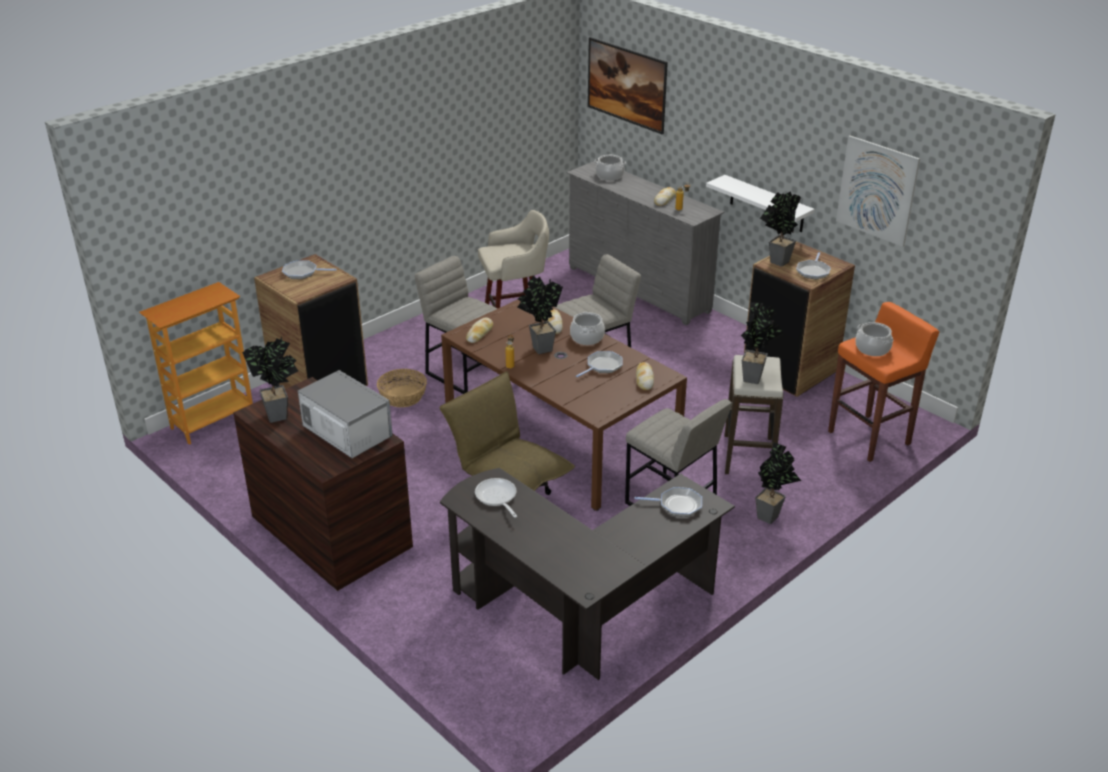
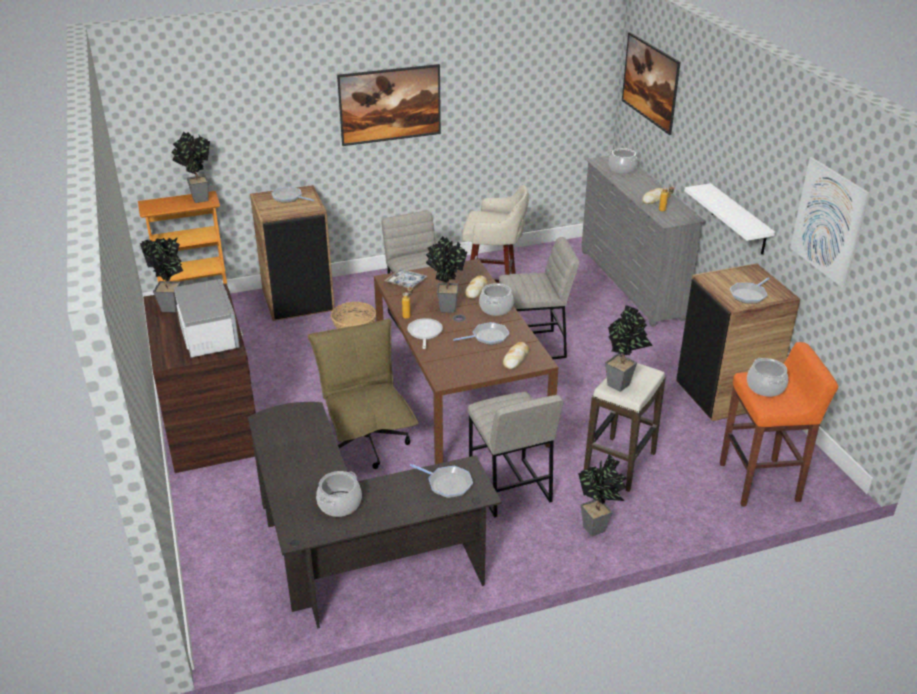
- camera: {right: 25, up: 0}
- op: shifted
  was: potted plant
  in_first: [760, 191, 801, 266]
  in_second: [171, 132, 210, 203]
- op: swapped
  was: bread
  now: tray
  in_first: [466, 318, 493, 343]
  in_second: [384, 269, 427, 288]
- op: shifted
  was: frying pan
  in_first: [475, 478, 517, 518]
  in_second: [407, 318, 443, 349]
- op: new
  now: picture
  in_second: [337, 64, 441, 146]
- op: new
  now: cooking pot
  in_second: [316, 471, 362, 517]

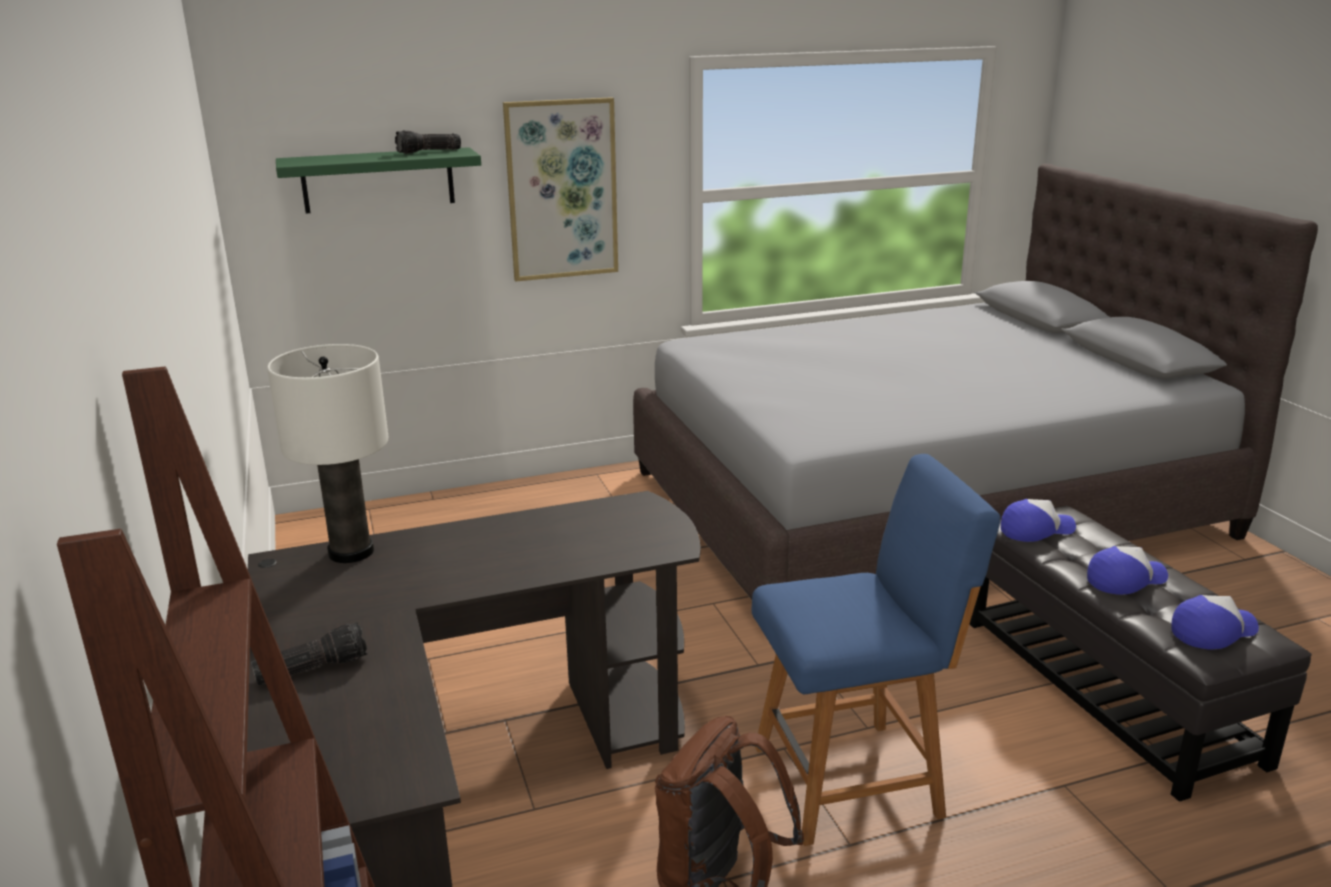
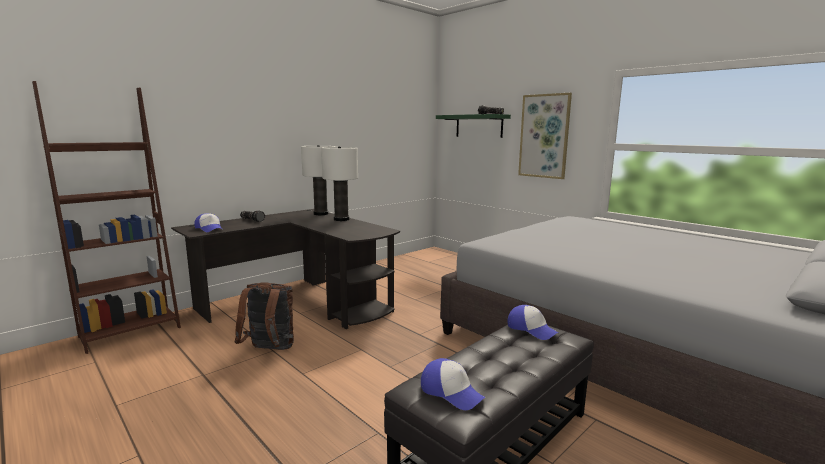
- camera: {right: 65, up: -10}
- op: gone
  was: chair (blue)
  in_first: [751, 454, 1000, 846]
- op: shifted
  was: cap
  in_first: [1087, 546, 1168, 595]
  in_second: [194, 213, 222, 232]
- op: new
  now: table lamp (white)
  in_second: [321, 146, 358, 221]

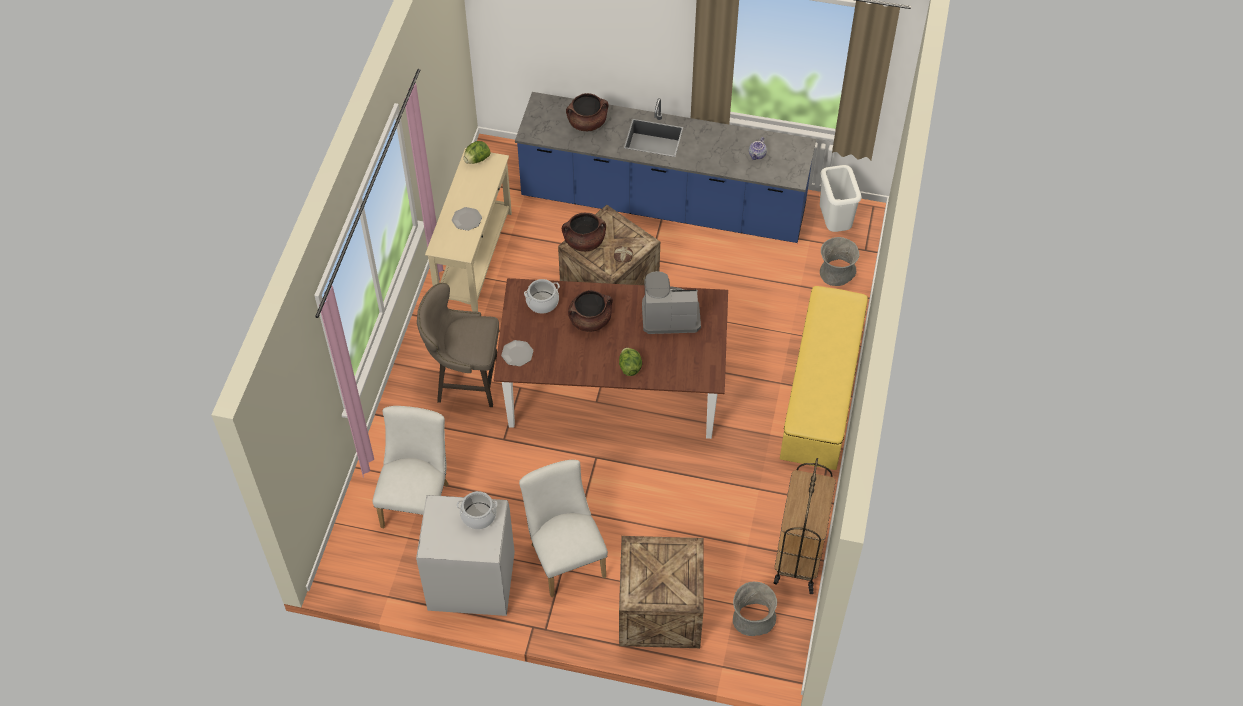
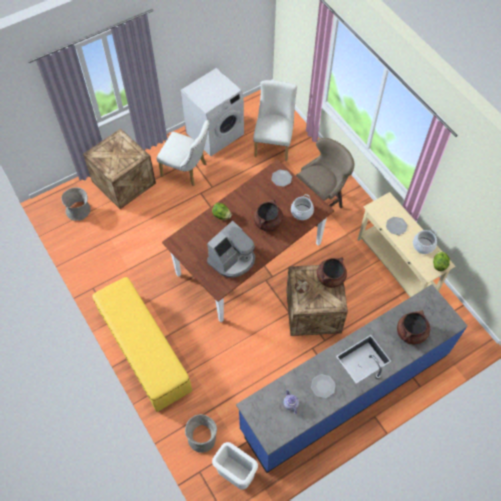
- camera: {right: 135, up: 5}
- op: rotated
  was: chair (white)
  in_first: [373, 406, 449, 528]
  in_second: [253, 80, 297, 161]
  clockwise: -135
- op: gone
  was: cart (brown)
  in_first: [774, 458, 836, 594]
- op: shifted
  was: cooking pot
  in_first: [457, 491, 497, 529]
  in_second: [413, 229, 437, 254]
- op: new
  now: plate
  in_second: [311, 374, 336, 398]

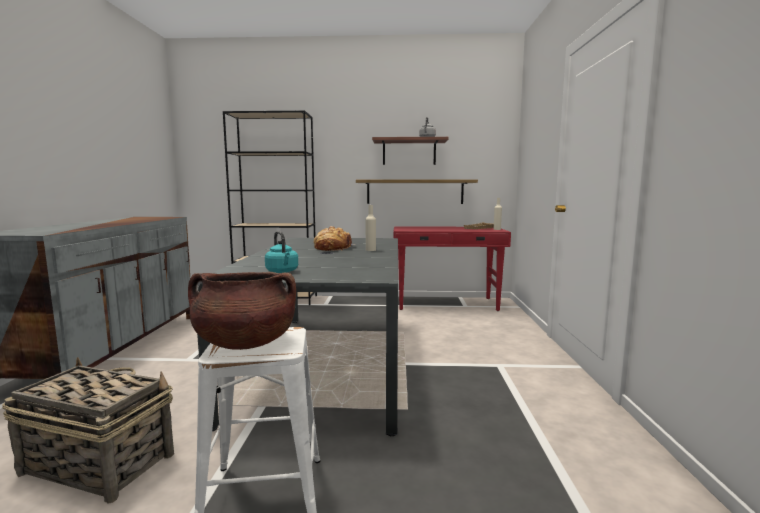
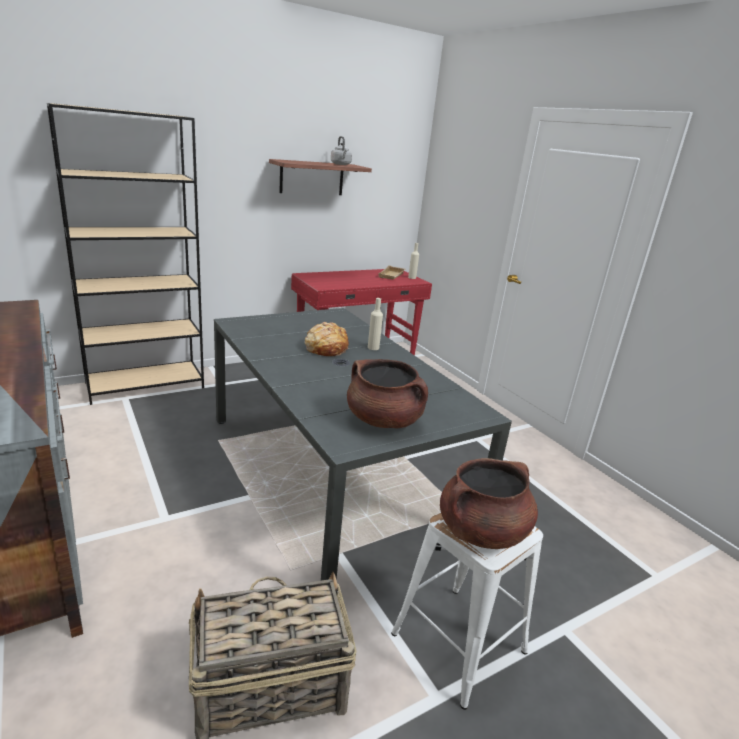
- camera: {right: -35, up: 15}
- op: gone
  was: shelf
  in_first: [356, 179, 478, 204]
- op: swapped
  was: kettle (turquoise)
  now: cooking pot (brown)
  in_first: [265, 231, 298, 273]
  in_second: [347, 359, 428, 429]

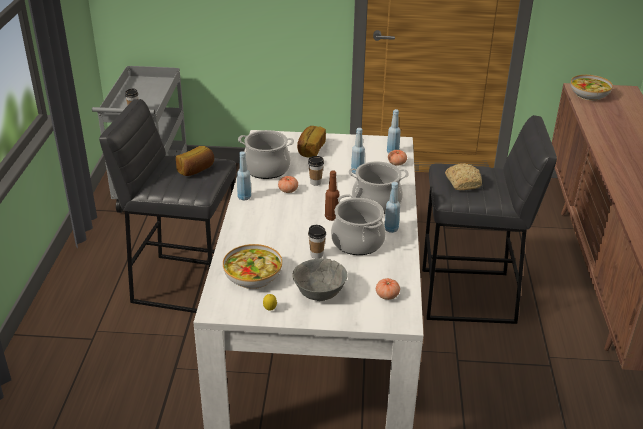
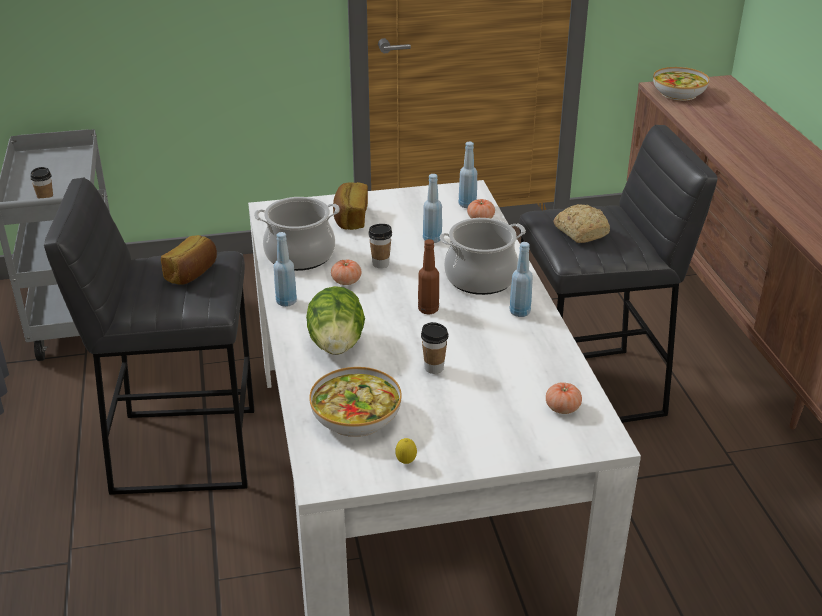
- camera: {right: -15, up: 0}
- op: gone
  was: cooking pot
  in_first: [331, 194, 386, 255]
- op: gone
  was: bowl (grey)
  in_first: [292, 258, 347, 301]
- op: new
  now: lettuce
  in_second: [306, 286, 365, 355]

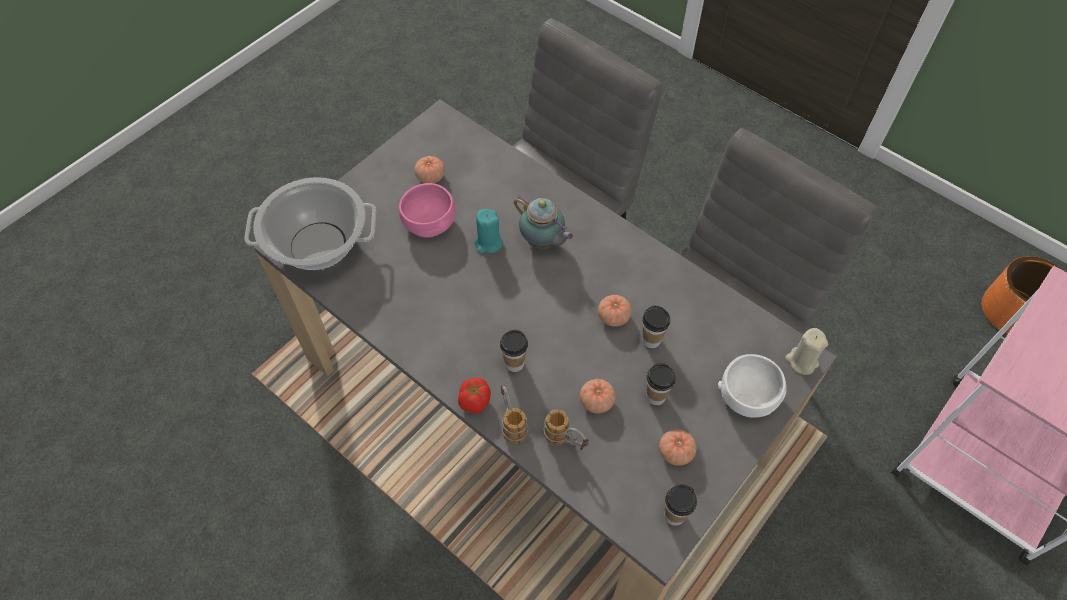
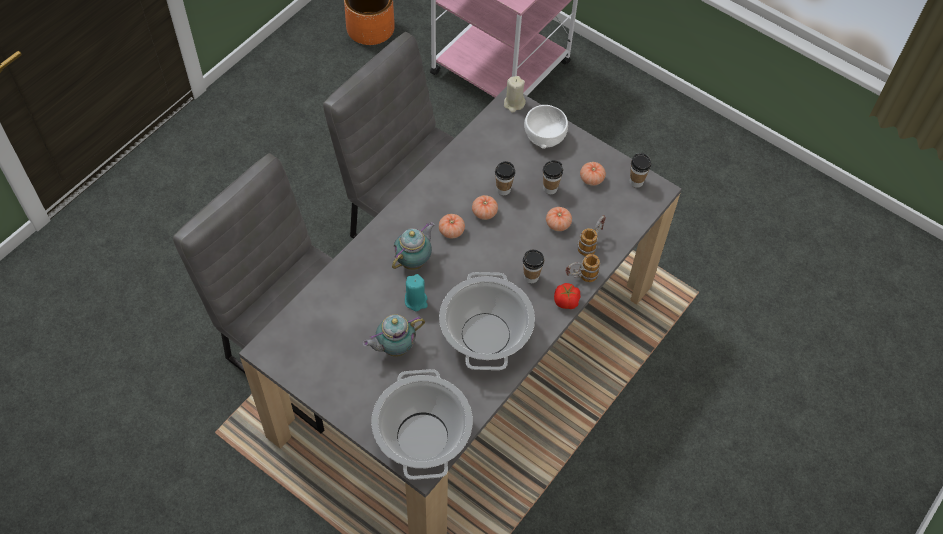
- camera: {right: -95, up: 0}
- op: shifted
  was: tomato
  in_first: [414, 156, 445, 183]
  in_second: [439, 214, 465, 239]
- op: swapped
  was: bowl (pink)
  now: teapot
  in_first: [399, 183, 456, 238]
  in_second: [362, 314, 425, 357]
- op: new
  now: cooking pot
  in_second: [439, 272, 535, 370]

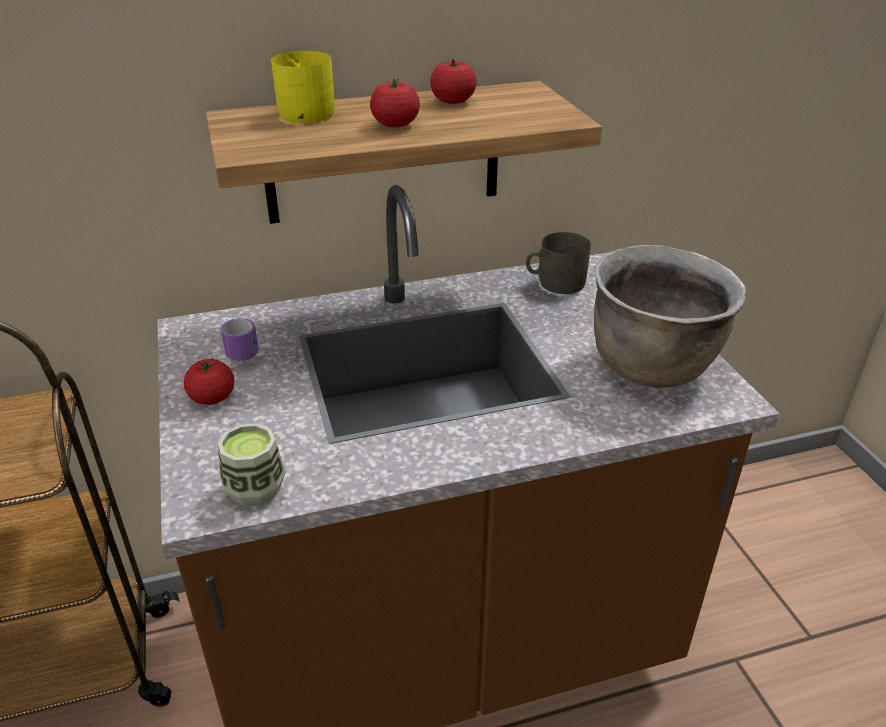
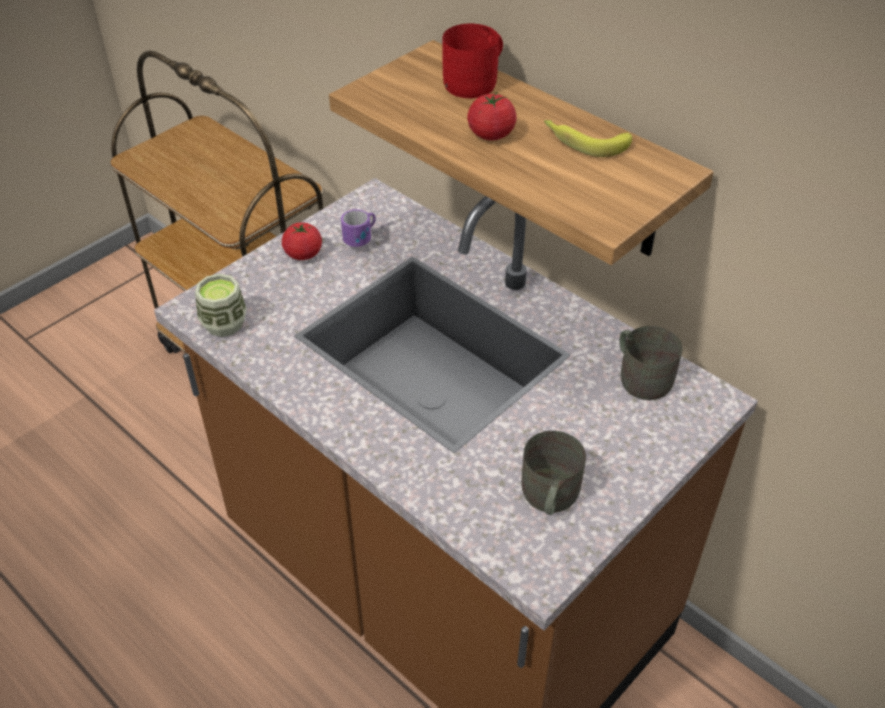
- camera: {right: 60, up: 10}
- op: repainted
  was: mug (yellow)
  now: mug (red)
  in_first: [271, 51, 334, 124]
  in_second: [442, 23, 503, 98]
- op: swapped
  was: tomato
  now: banana
  in_first: [430, 59, 477, 104]
  in_second: [544, 120, 632, 157]
- op: swapped
  was: cooking pot (brown)
  now: mug (grey)
  in_first: [594, 245, 746, 388]
  in_second: [521, 431, 586, 515]

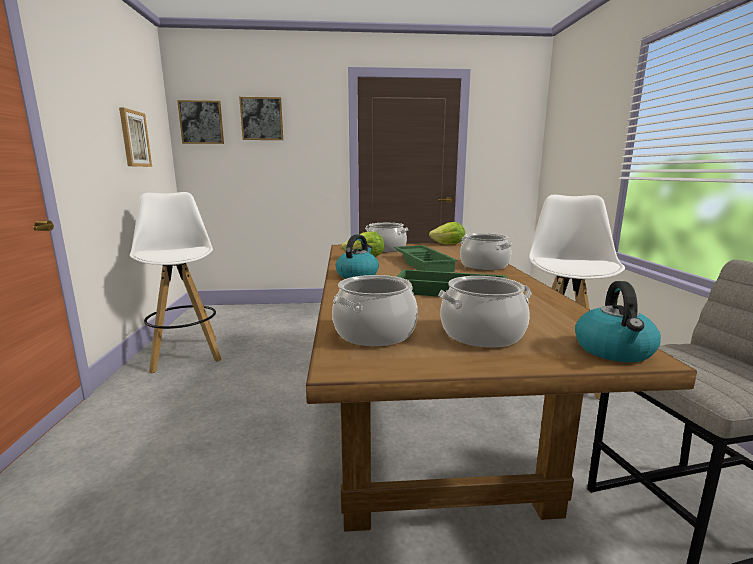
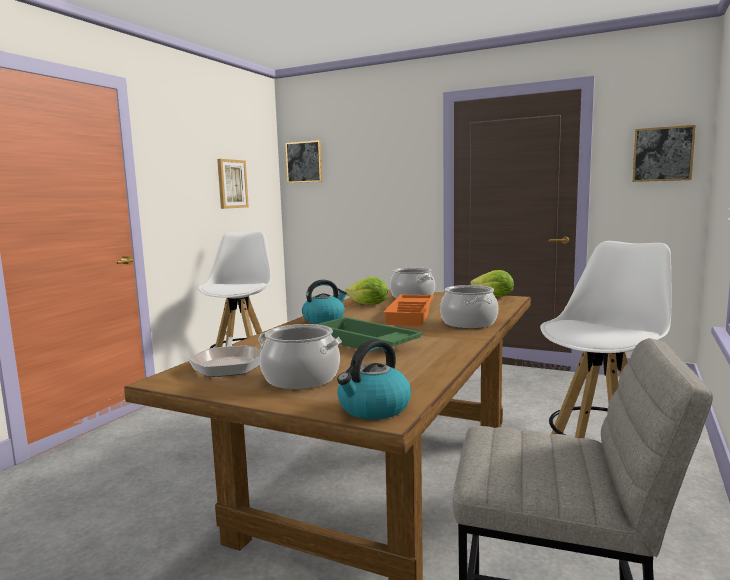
- camera: {right: 30, up: -5}
- op: shifted
  was: picture
  in_first: [239, 97, 283, 140]
  in_second: [632, 125, 696, 182]
- op: repainted
  was: tray (green)
  now: tray (orange)
  in_first: [394, 245, 458, 272]
  in_second: [383, 295, 434, 326]
- op: swapped
  was: cooking pot
  now: frying pan
  in_first: [332, 275, 418, 346]
  in_second: [188, 337, 261, 377]

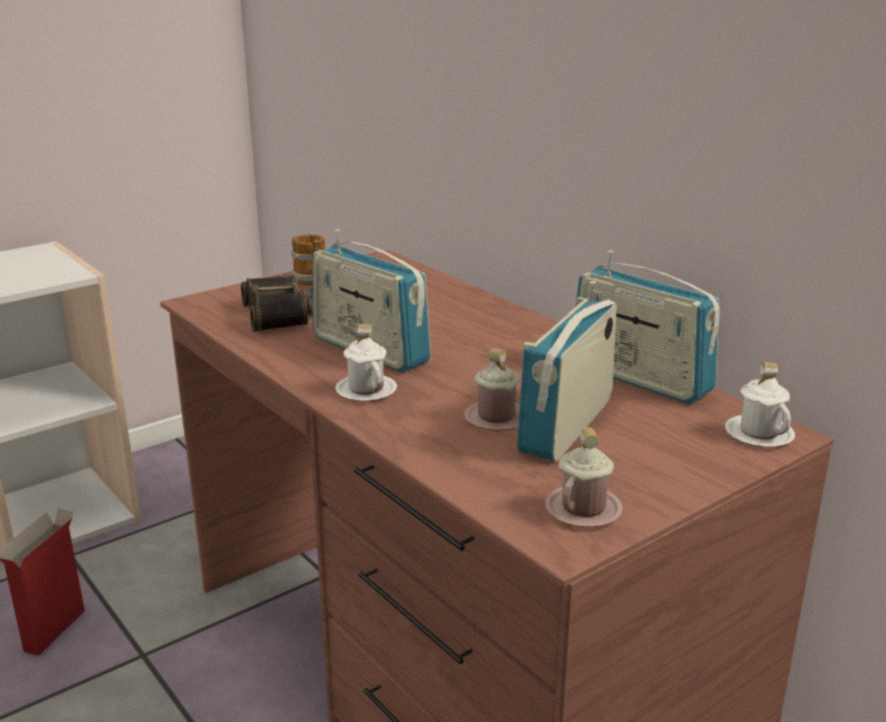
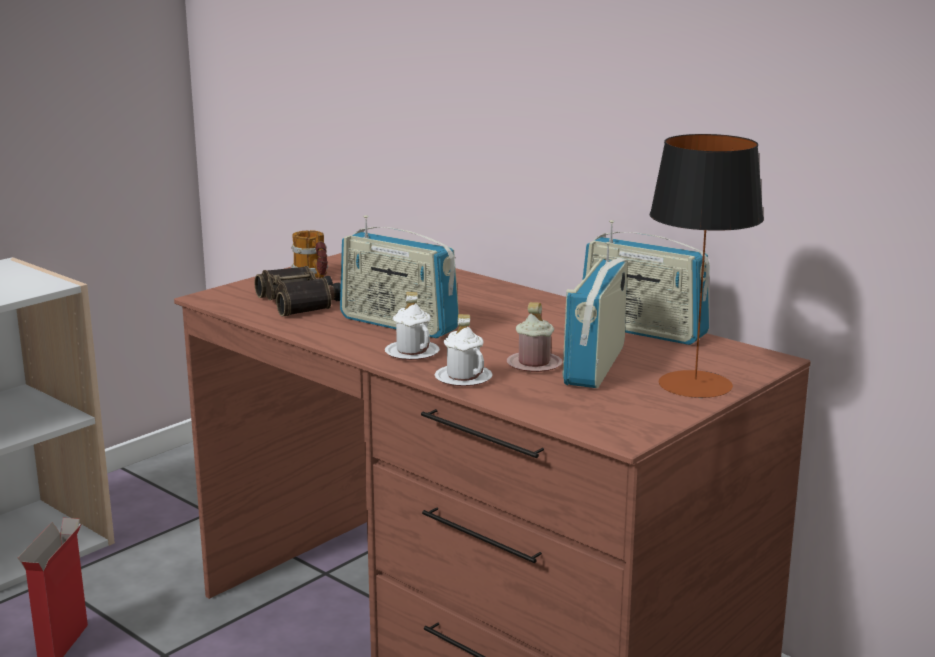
- camera: {right: -10, up: -5}
- op: shifted
  was: mug (white)
  in_first: [725, 362, 795, 447]
  in_second: [434, 314, 493, 386]
- op: gone
  was: mug (pink)
  in_first: [545, 427, 623, 527]
- op: new
  now: table lamp
  in_second: [650, 134, 764, 399]

